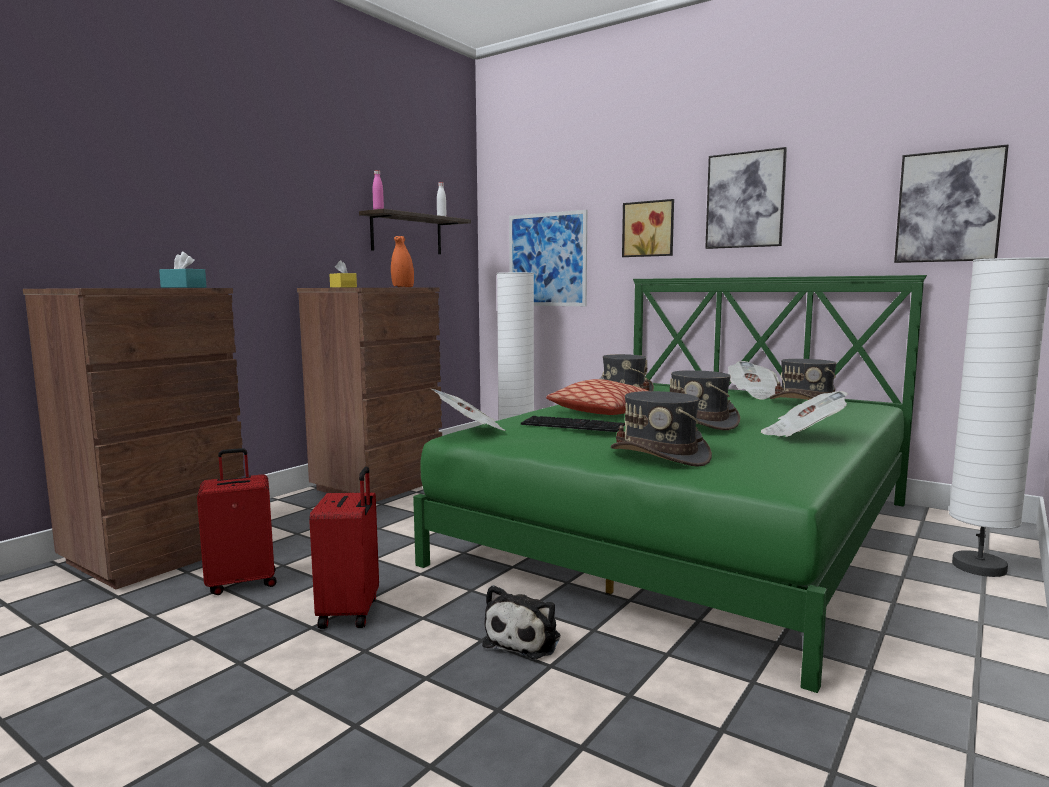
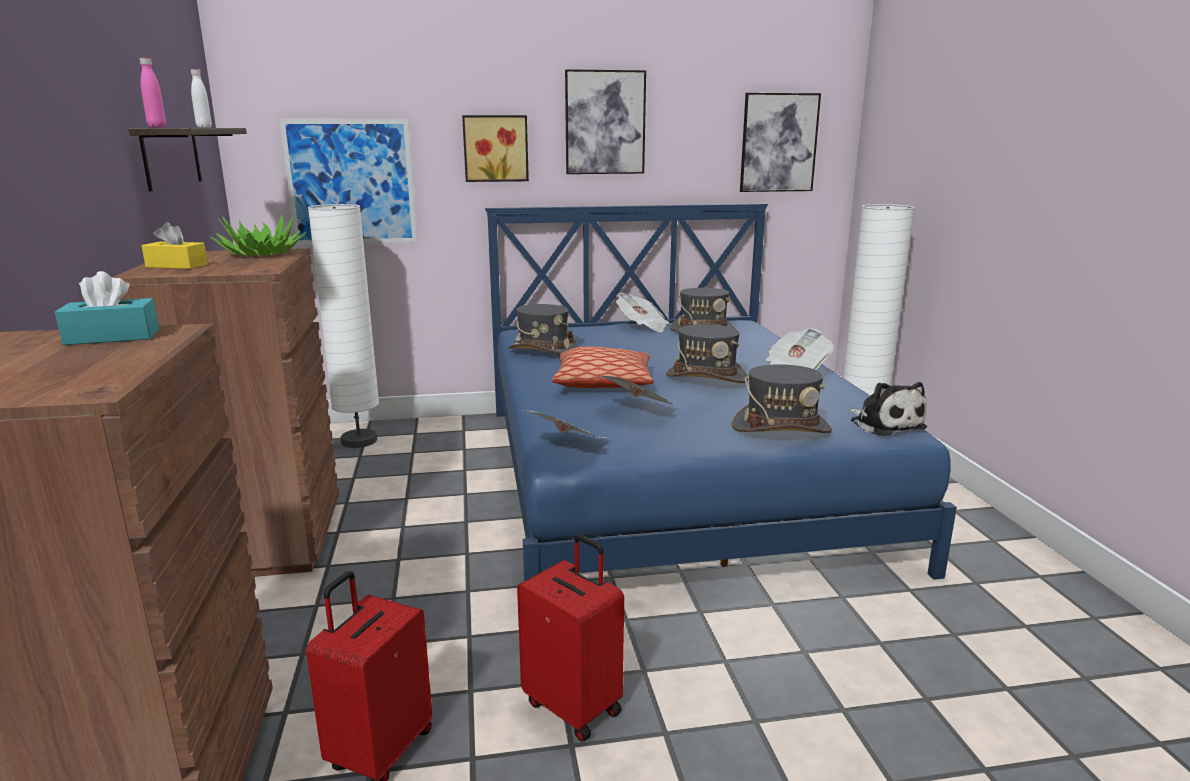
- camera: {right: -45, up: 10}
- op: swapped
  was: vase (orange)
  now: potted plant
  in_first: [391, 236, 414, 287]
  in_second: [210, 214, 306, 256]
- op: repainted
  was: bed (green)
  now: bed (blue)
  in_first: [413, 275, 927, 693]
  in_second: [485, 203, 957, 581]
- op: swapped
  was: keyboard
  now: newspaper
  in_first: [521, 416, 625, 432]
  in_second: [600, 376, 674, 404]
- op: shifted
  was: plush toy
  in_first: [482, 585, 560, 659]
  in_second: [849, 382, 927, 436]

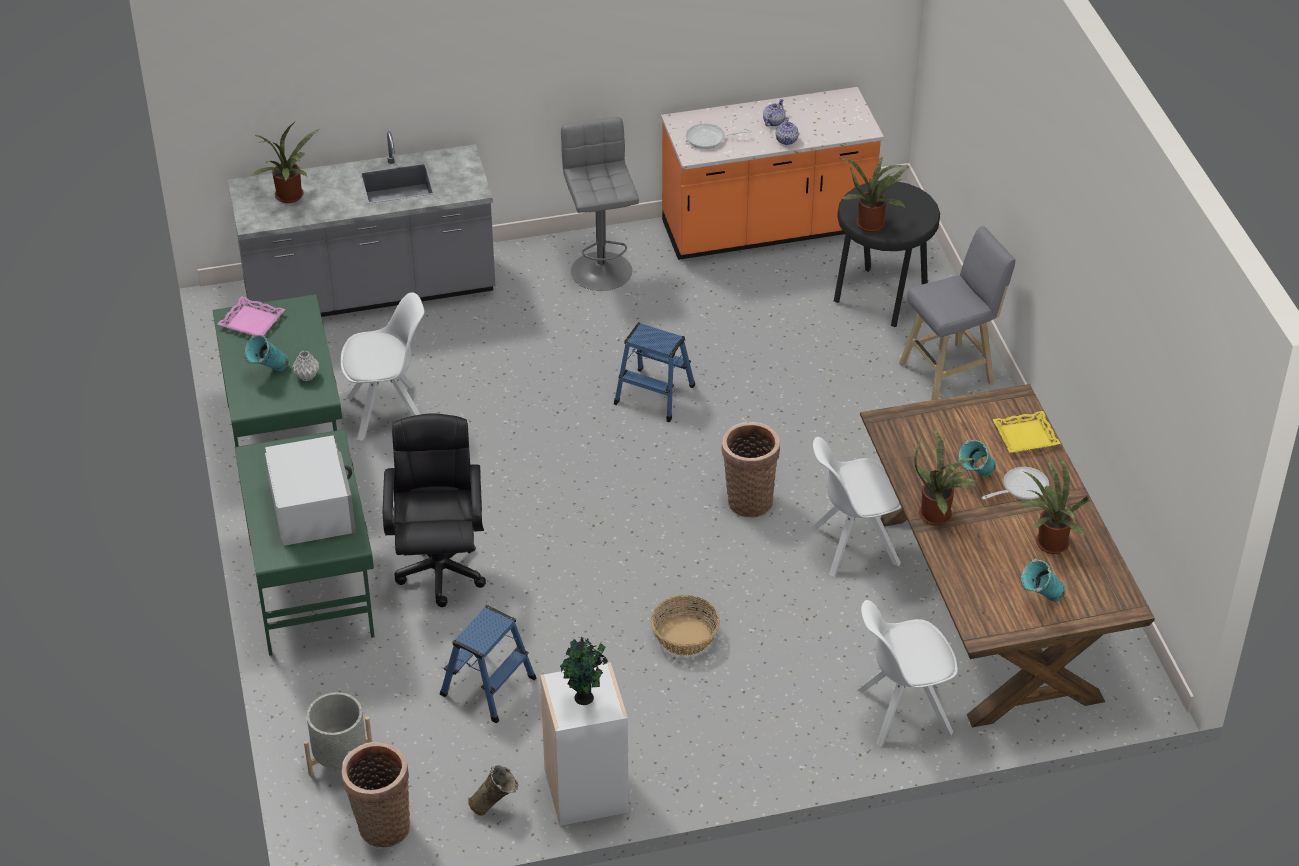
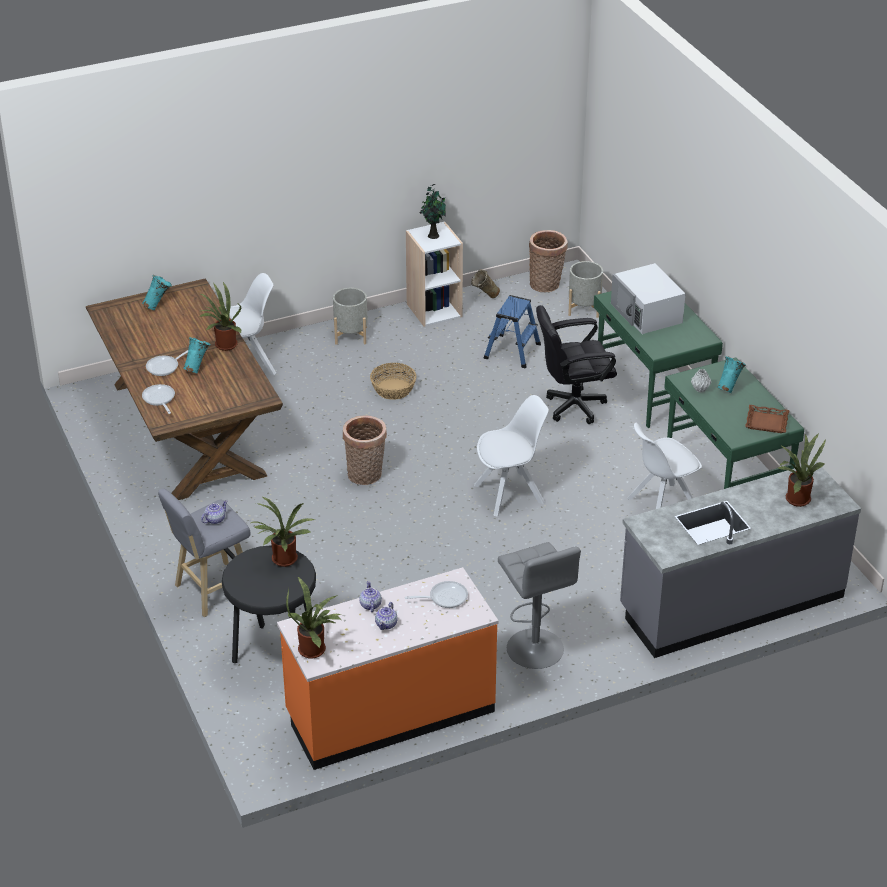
- camera: {right: 170, up: -5}
- op: repainted
  was: tray (pink)
  now: tray (brown)
  in_first: [218, 296, 285, 336]
  in_second: [745, 405, 789, 433]
- op: gone
  was: step ladder (blue)
  in_first: [614, 322, 695, 422]
- op: swapped
  was: tray (yellow)
  now: frying pan
  in_first: [992, 411, 1061, 453]
  in_second: [142, 384, 175, 414]
- op: rotated
  was: office chair (black)
  in_first: [383, 413, 486, 607]
  in_second: [536, 305, 617, 424]
  clockwise: 90
- op: shifted
  was: chair (white)
  in_first: [811, 437, 902, 577]
  in_second: [474, 395, 549, 517]
- op: shifted
  was: potted plant
  in_first: [1019, 458, 1089, 554]
  in_second: [286, 577, 341, 659]
- op: new
  now: planter (grey)
  in_second: [333, 288, 368, 345]
- op: new
  now: teapot
  in_second: [201, 500, 227, 524]

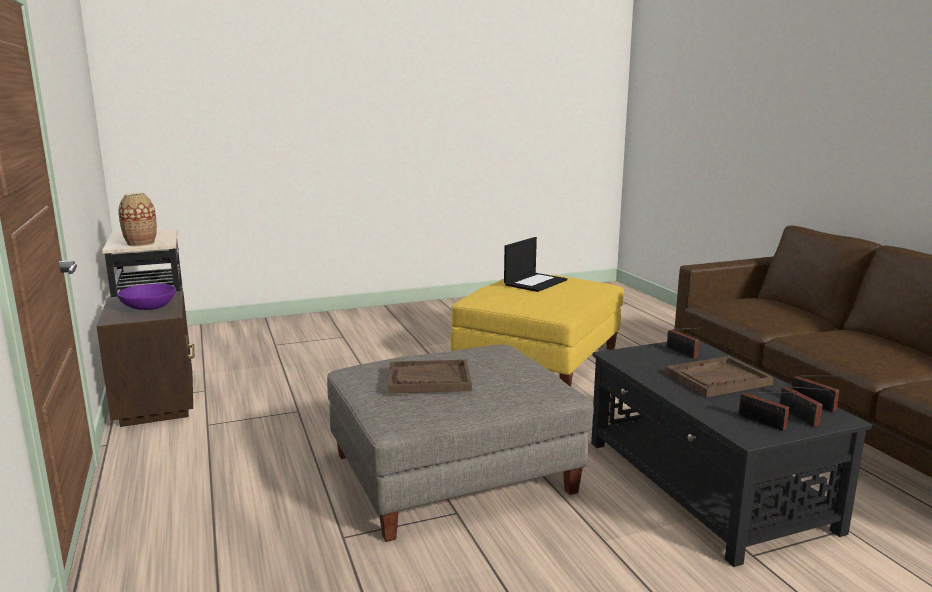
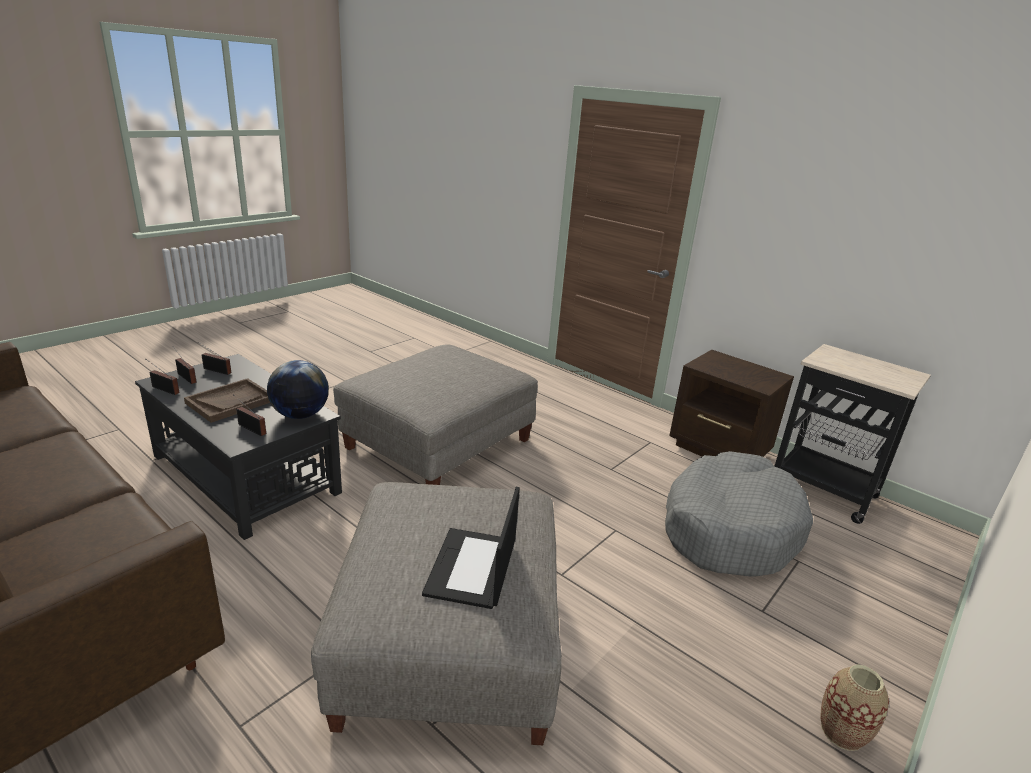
- camera: {right: 150, up: 10}
- op: shifted
  was: vase
  in_first: [118, 193, 157, 246]
  in_second: [820, 665, 889, 751]
- op: repainted
  was: ottoman (yellow)
  now: ottoman (grey)
  in_first: [450, 275, 624, 387]
  in_second: [311, 482, 562, 745]
- op: gone
  was: bowl (purple)
  in_first: [117, 284, 176, 310]
- op: gone
  was: tray (brown)
  in_first: [388, 360, 472, 394]
- op: new
  now: globe
  in_second: [267, 360, 329, 419]
- op: new
  now: dog bed (grey)
  in_second: [665, 451, 813, 576]

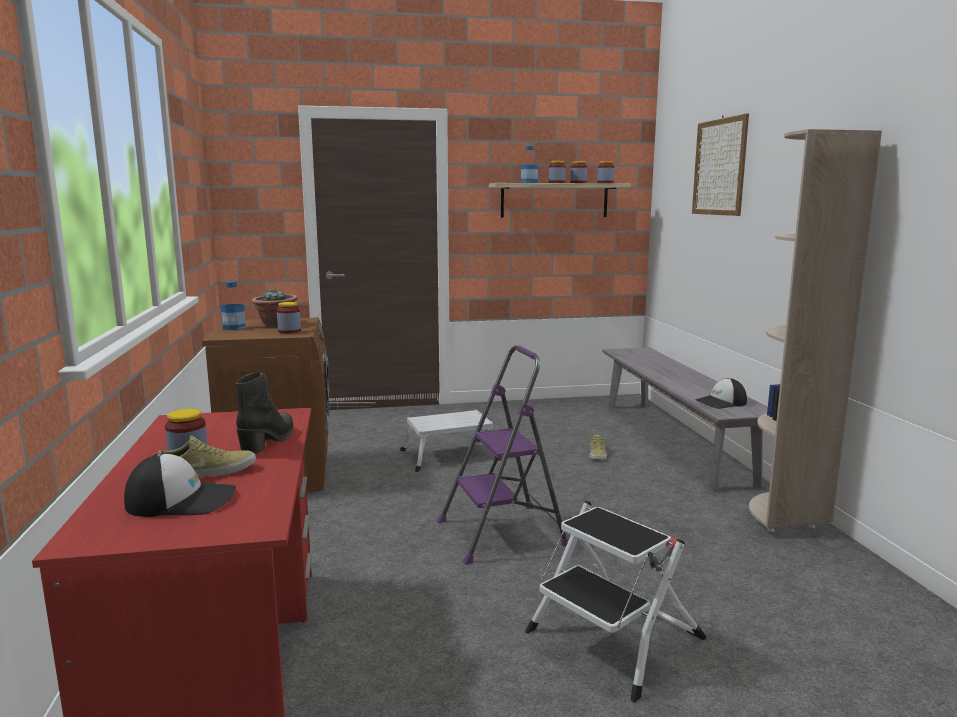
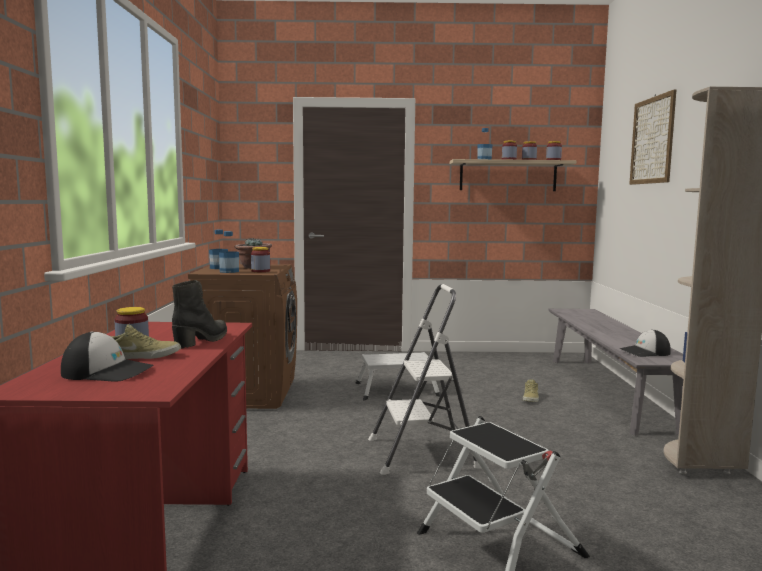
- camera: {right: 10, up: -5}
- op: repainted
  was: step ladder (purple)
  now: step ladder (white)
  in_first: [437, 345, 569, 565]
  in_second: [368, 284, 482, 475]
- op: new
  now: bottle
  in_second: [219, 231, 239, 273]

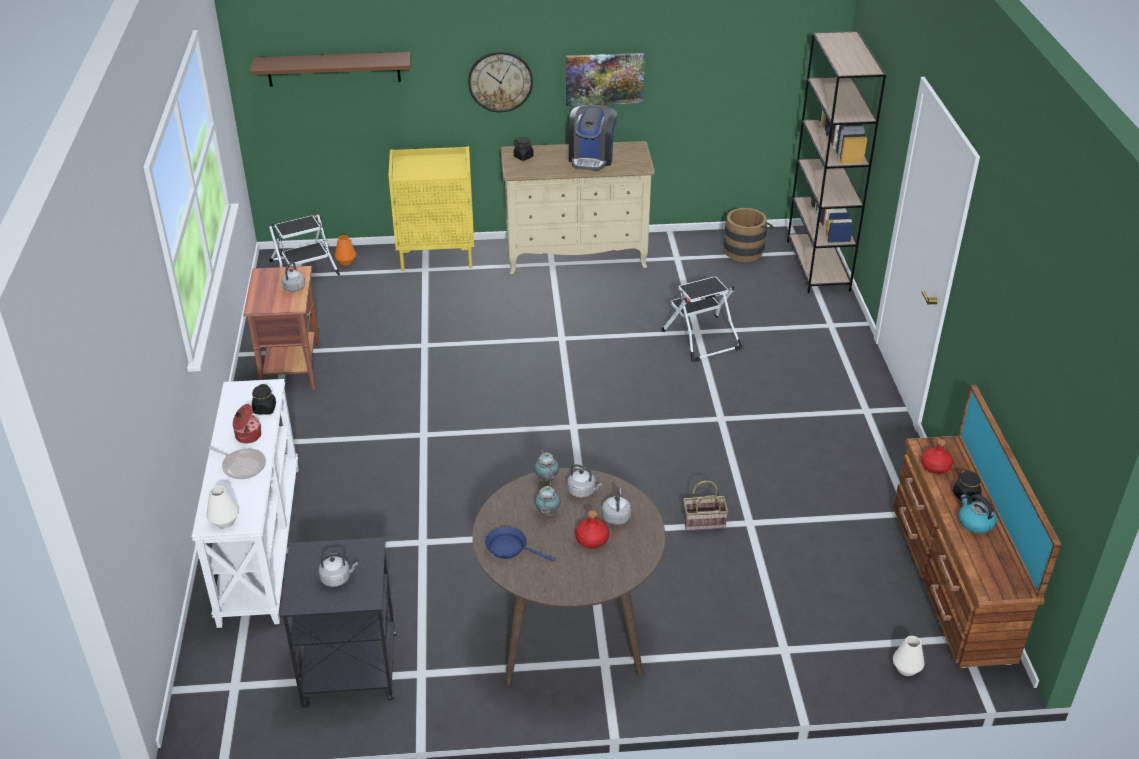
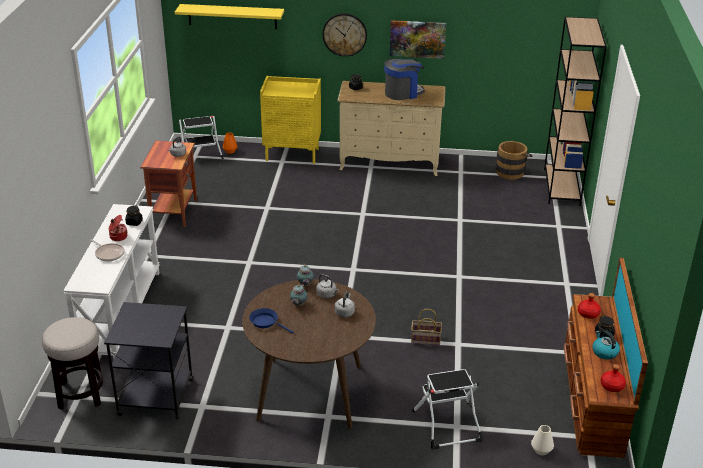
- camera: {right: 10, up: -5}
- op: repainted
  was: shelf (brown)
  now: shelf (yellow)
  in_first: [250, 52, 411, 87]
  in_second: [175, 4, 284, 29]
- op: rotated
  was: coffee machine
  in_first: [569, 105, 617, 171]
  in_second: [384, 59, 425, 100]
  clockwise: -135
- op: shifted
  was: step ladder
  in_first: [661, 277, 743, 362]
  in_second: [412, 369, 483, 450]
- op: gone
  was: vase (white)
  in_first: [206, 486, 239, 528]
- op: shifted
  was: bottle (red)
  in_first: [575, 510, 609, 548]
  in_second: [600, 364, 626, 392]
- op: gone
  was: kettle (grey)
  in_first: [318, 552, 358, 587]
- op: new
  now: stool
  in_second: [42, 317, 103, 410]

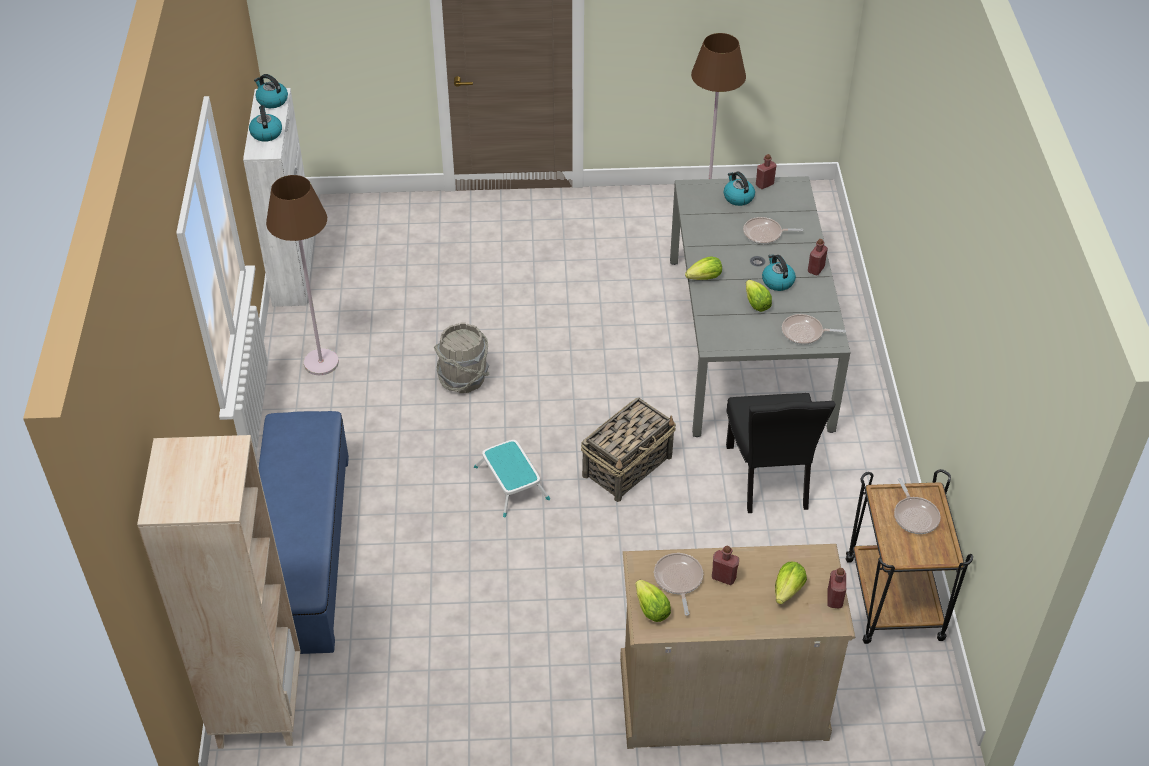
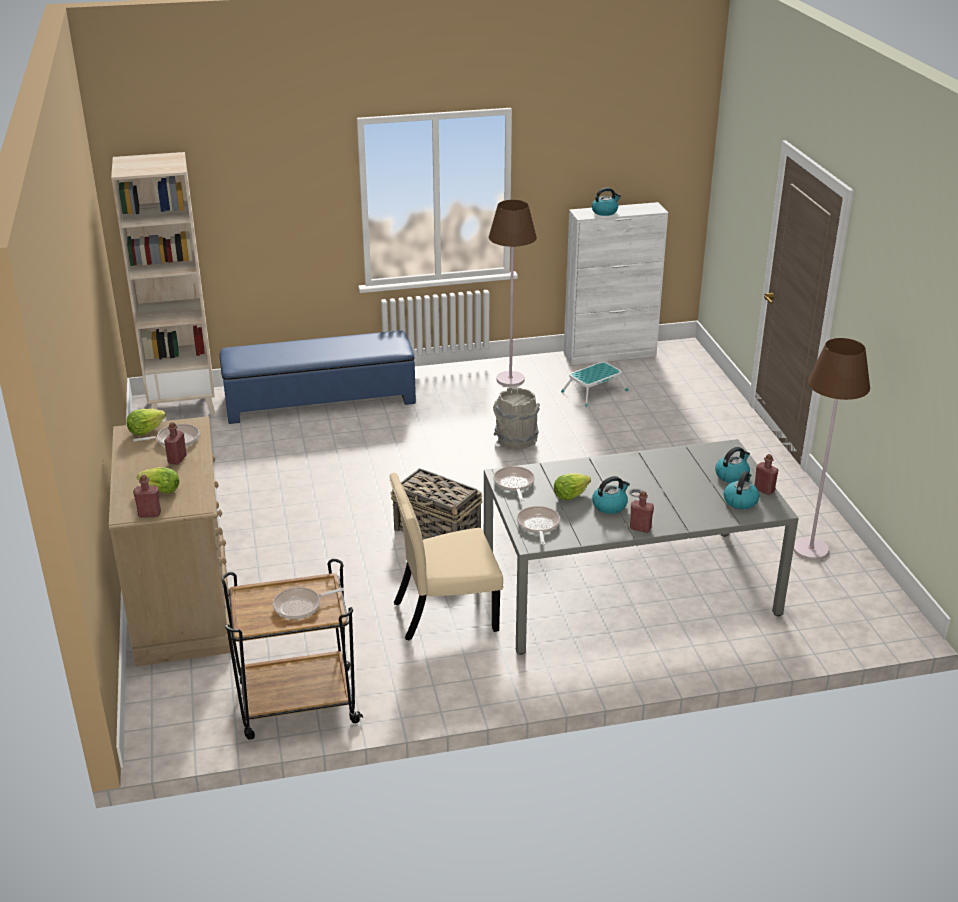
- camera: {right: 80, up: -15}
- op: shifted
  was: kettle
  in_first: [254, 74, 288, 108]
  in_second: [723, 471, 760, 509]
- op: shifted
  was: frying pan
  in_first: [743, 217, 803, 244]
  in_second: [493, 466, 535, 501]
- op: gone
  was: lettuce
  in_first: [685, 256, 722, 280]
- op: repainted
  was: chair (black)
  now: chair (beige)
  in_first: [726, 393, 835, 513]
  in_second: [390, 473, 503, 640]
- op: shifted
  was: step ladder (turquoise)
  in_first: [474, 440, 550, 517]
  in_second: [561, 362, 628, 407]

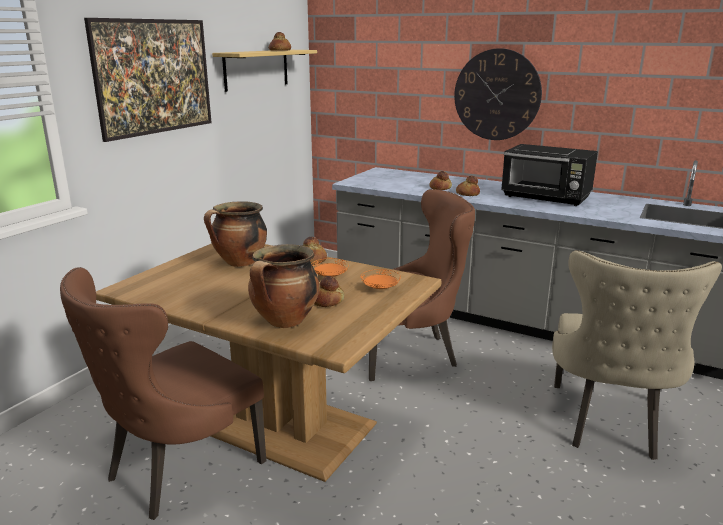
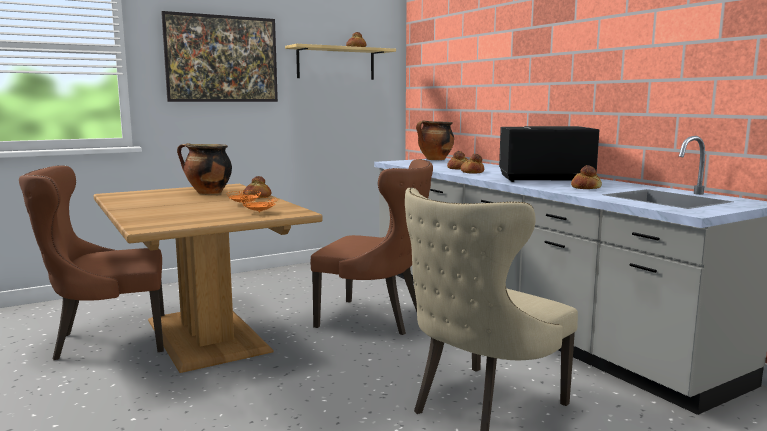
- camera: {right: 30, up: -10}
- op: gone
  was: wall clock
  in_first: [454, 48, 542, 140]
- op: rotated
  was: microwave (black)
  in_first: [501, 144, 598, 206]
  in_second: [499, 126, 600, 182]
  clockwise: 120
- op: shifted
  was: cooking pot
  in_first: [248, 244, 319, 328]
  in_second: [416, 120, 454, 160]
- op: shifted
  was: bread
  in_first: [314, 276, 344, 307]
  in_second: [571, 165, 602, 189]

